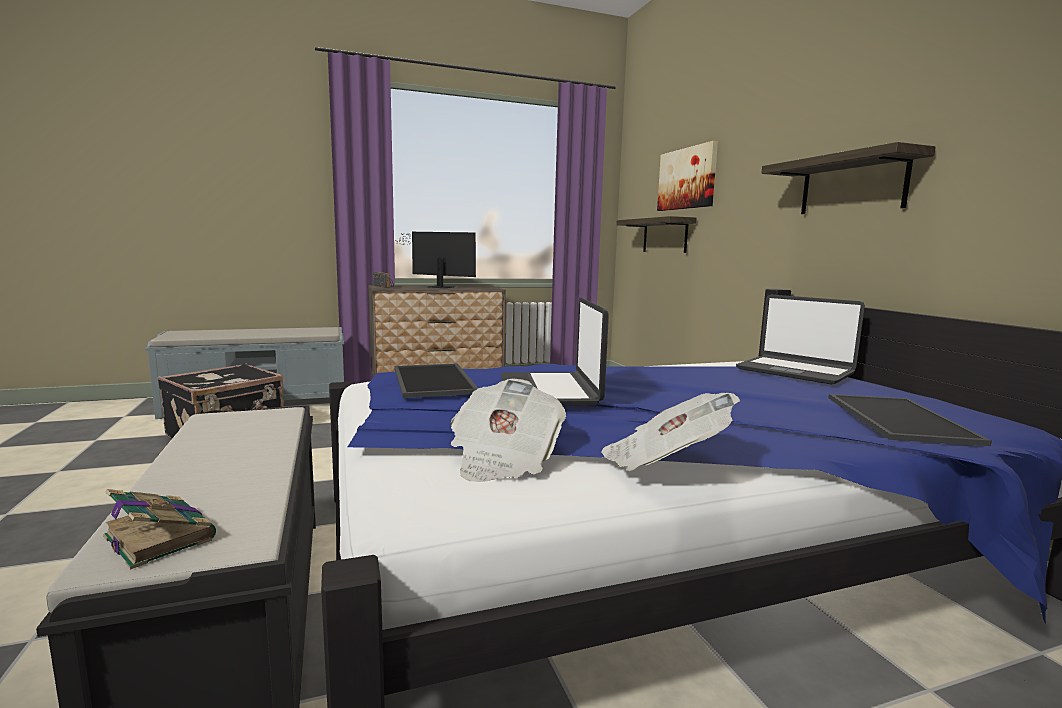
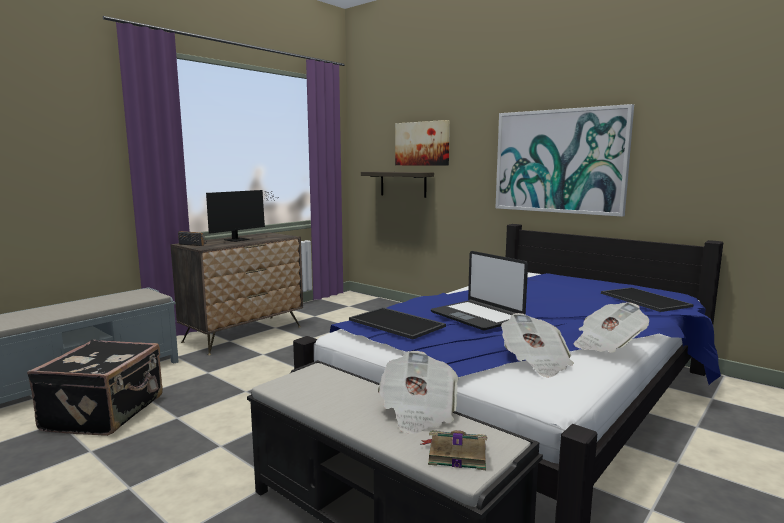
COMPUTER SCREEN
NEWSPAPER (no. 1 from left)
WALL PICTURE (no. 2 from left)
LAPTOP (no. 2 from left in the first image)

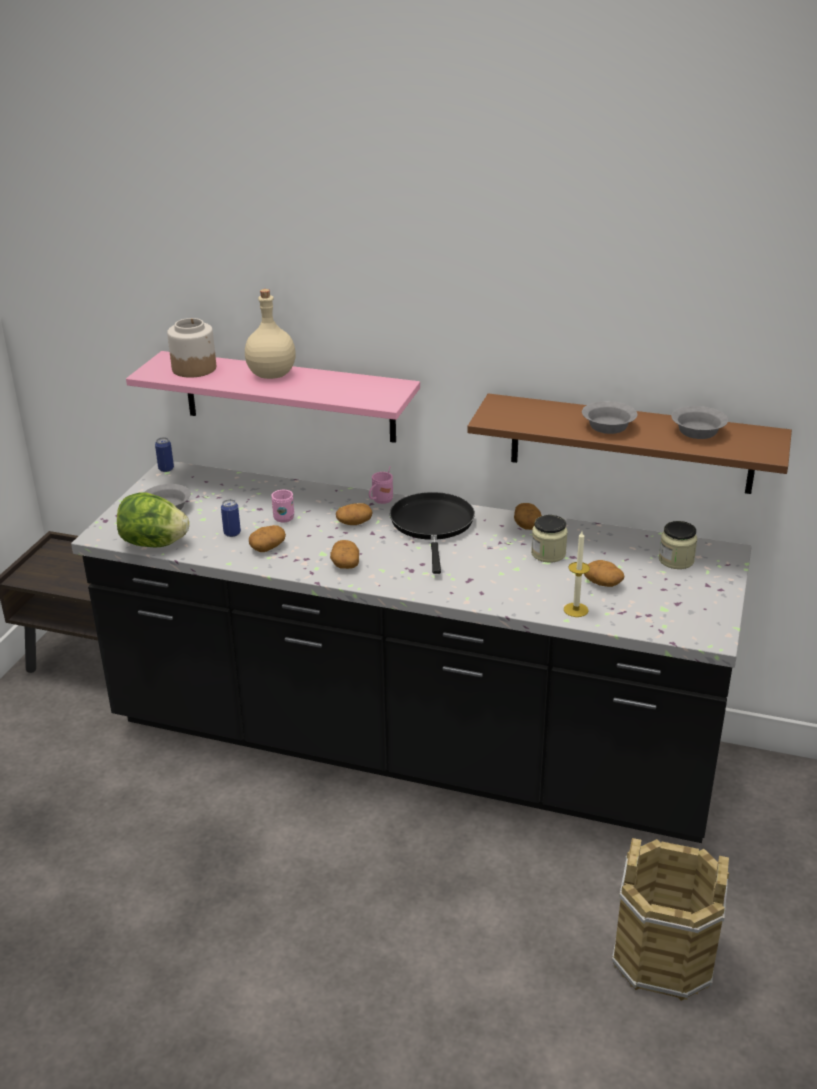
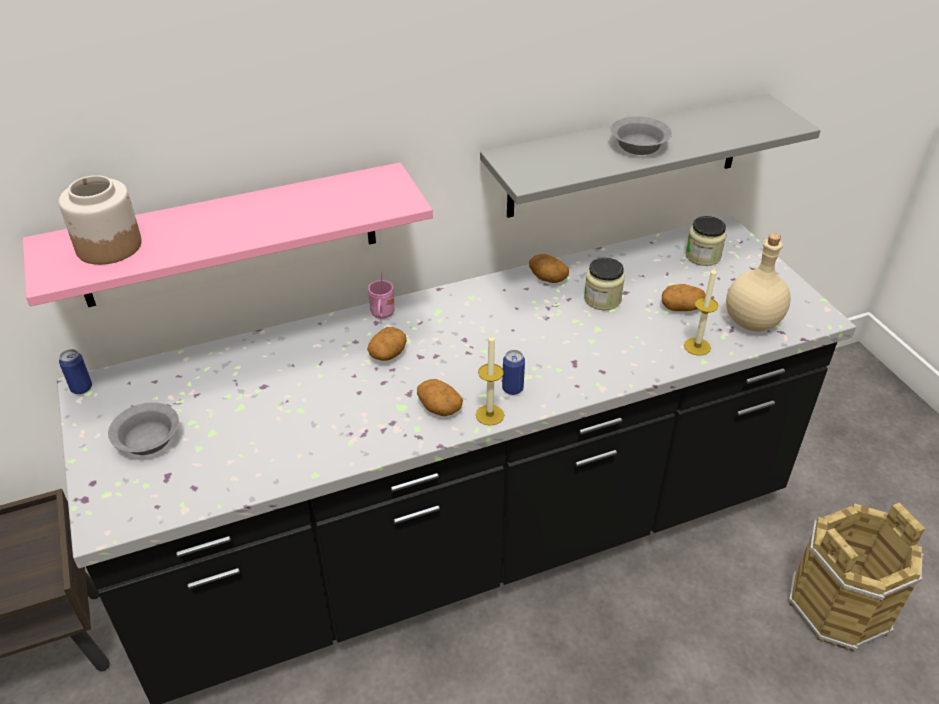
WAX LIGHT (no. 1 from left)
GRAY BRACKET SHELF
CAN (no. 2 from left)
SAND-COLOURED BEVERAGE BOTTLE
LETTUCE HEAD
POTATO (no. 1 from left in the first image)
PINKISH TEA MUG (no. 1 from left in the first image)
BLACK FRYING PAN
GRAY DEEP DISH (no. 3 from left in the first image)

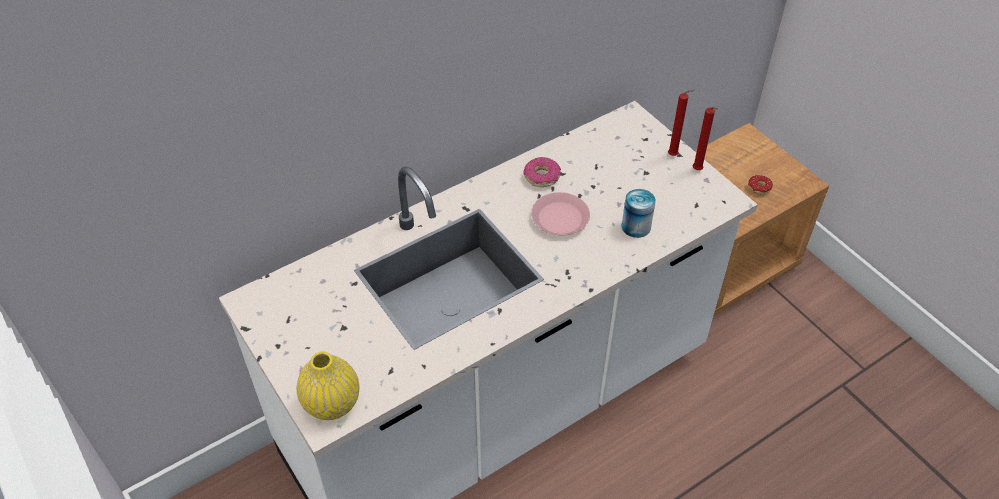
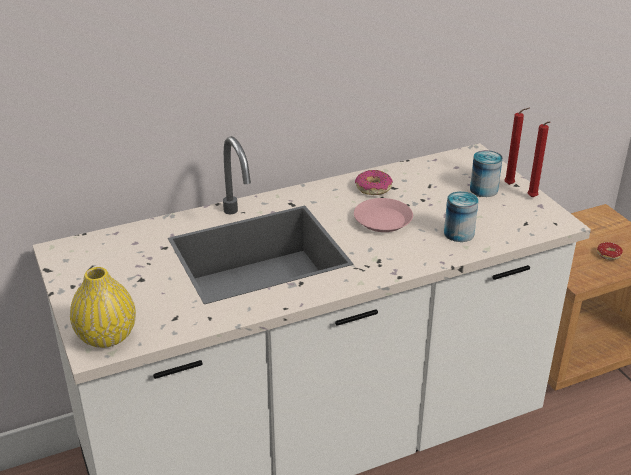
CAN (no. 2 from left)

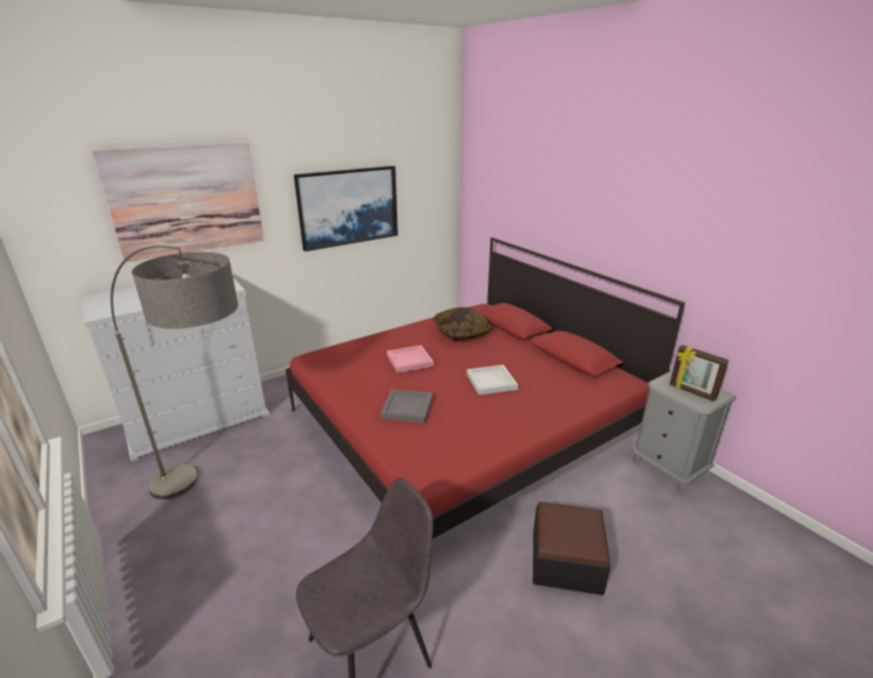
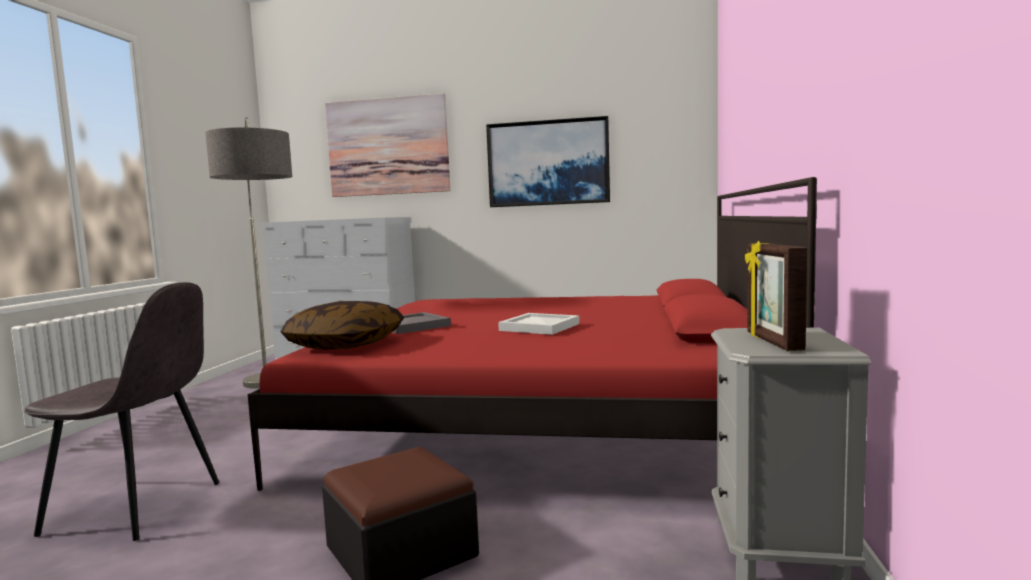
PILLOW
PINKISH SERVING TRAY

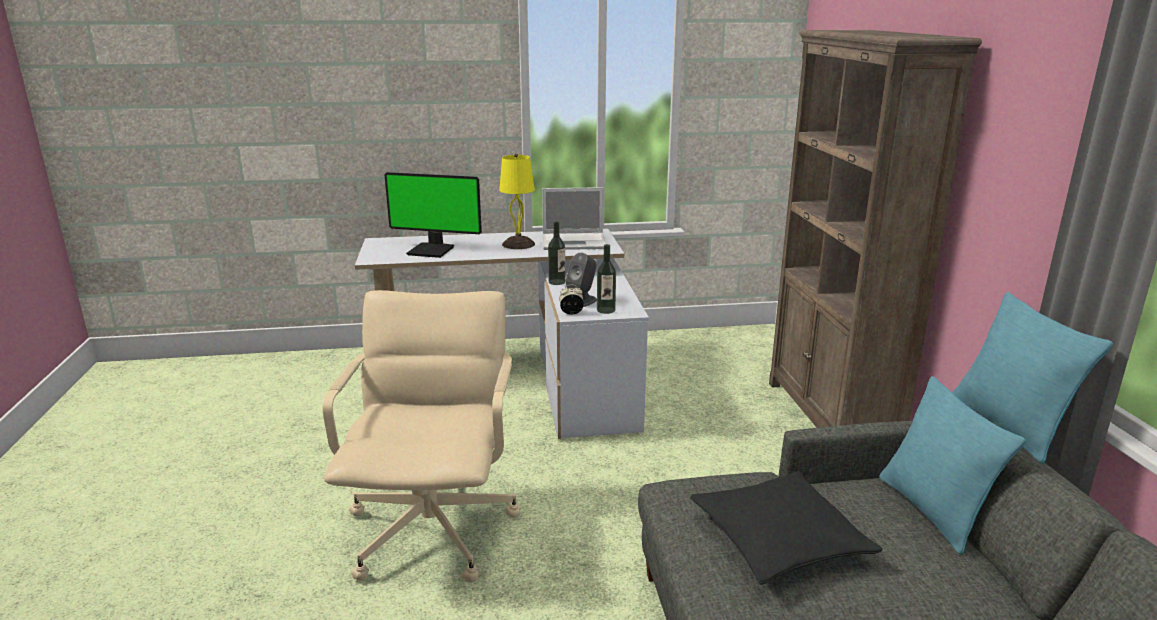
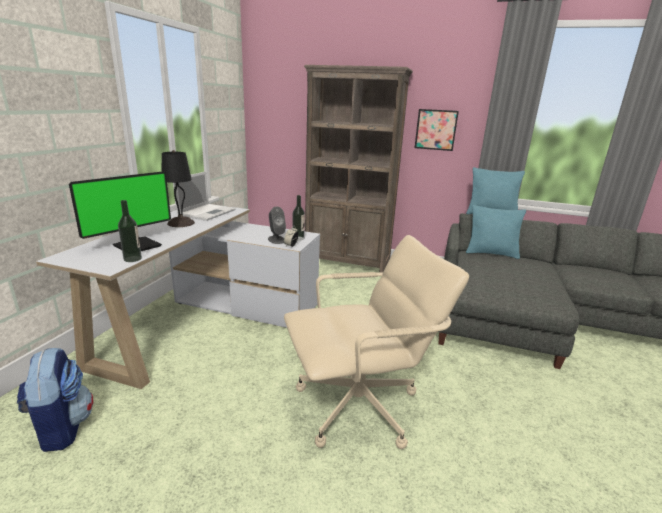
RUCKSACK
BEVERAGE BOTTLE (no. 1 from left)
BLACK LAMP FOR A TABLE
SAND-COLOURED DESK CHAIR
WALL PICTURE
BLACK PILLOW

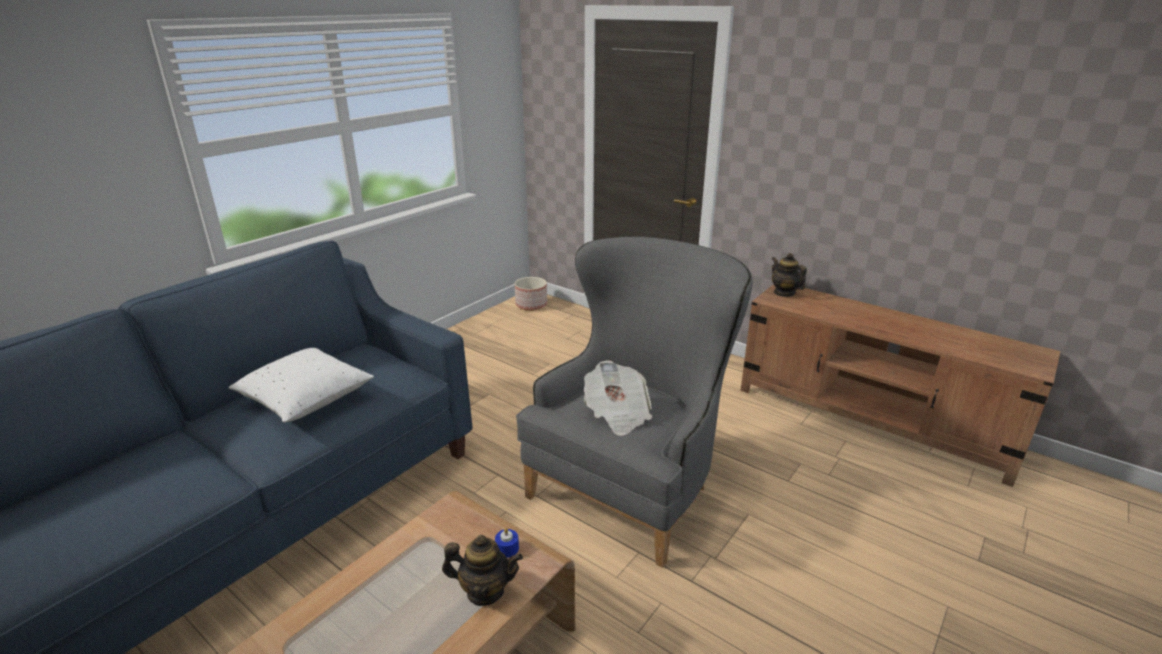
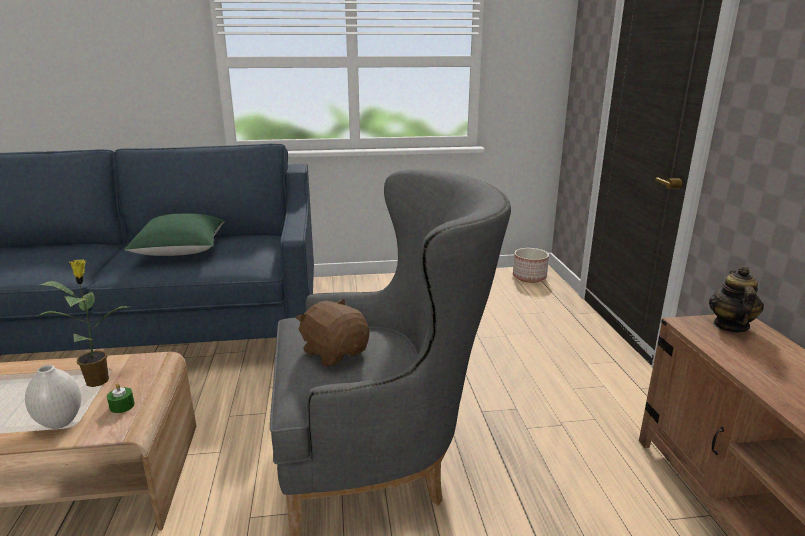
WHITE-COLOURED DECORATIVE VASE
POTTED PLANT
GREEN-COLOURED WAX LIGHT
GREEN-COLOURED PILLOW
BROWN-COLOURED CUDDLY TOY

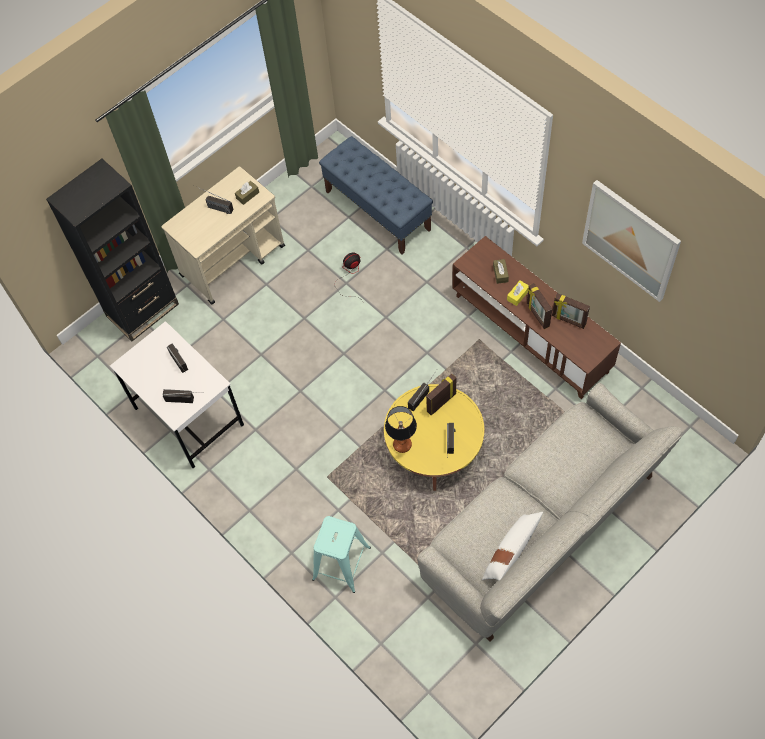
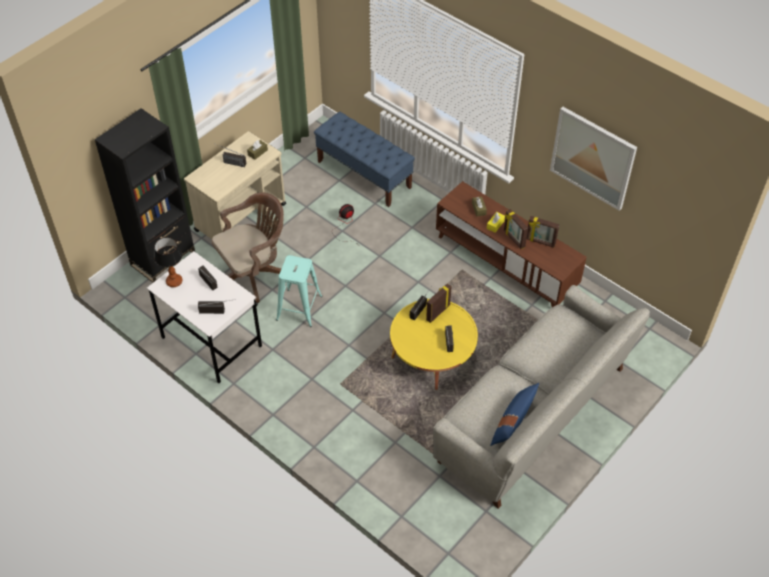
LAMP FOR A TABLE
BROWN-COLOURED DESK CHAIR
TURQUOISE-COLOURED SITTING STOOL
BLUE-COLOURED PILLOW

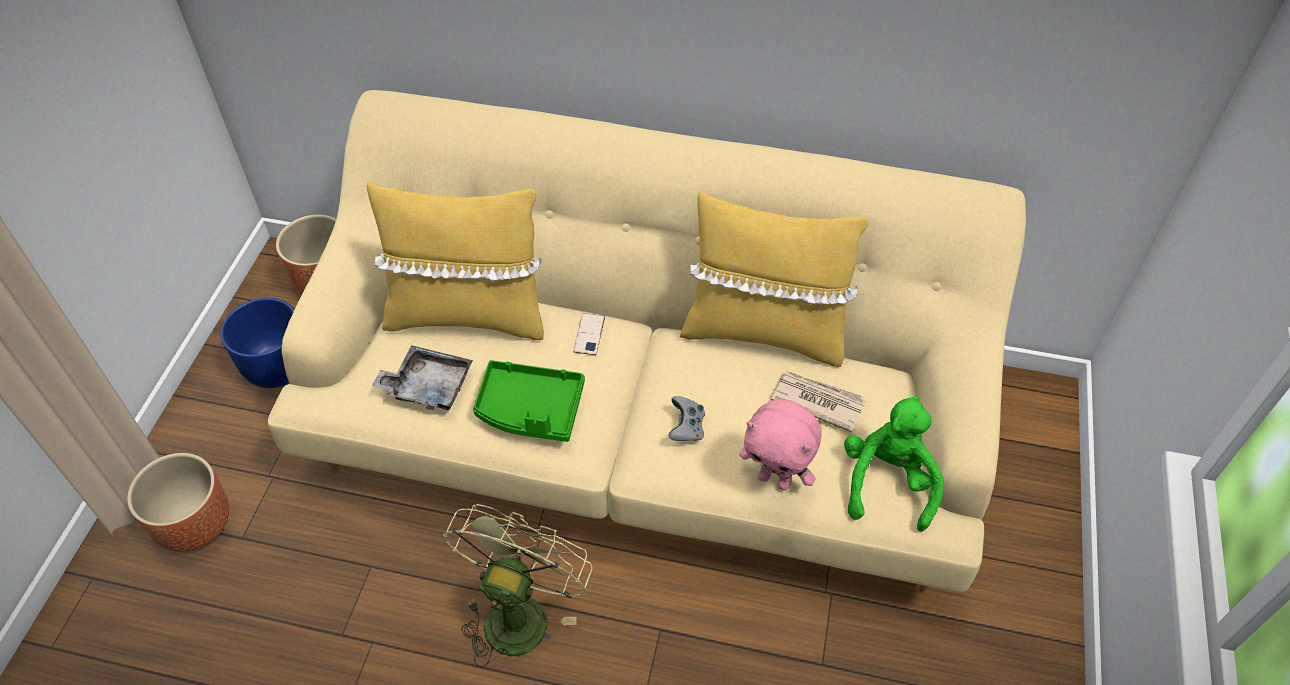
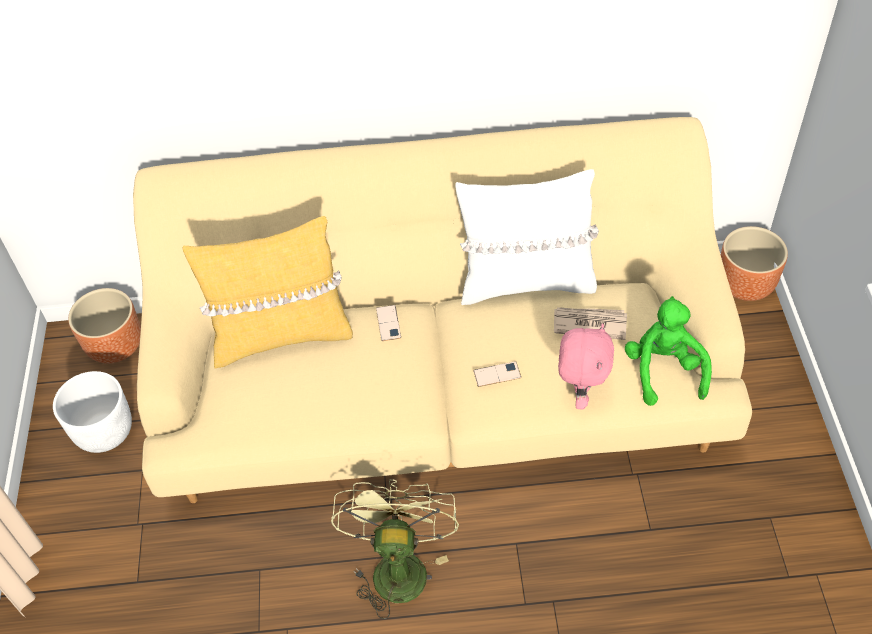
WHITE-COLOURED FLOWER POT
WHITE-COLOURED PILLOW
HANDSET (no. 2 from left)
PINKISH CUDDLY TOY
BROWN-COLOURED FLOWER POT (no. 2 from left)
GRAY SERVING TRAY
GREEN-COLOURED SERVING TRAY

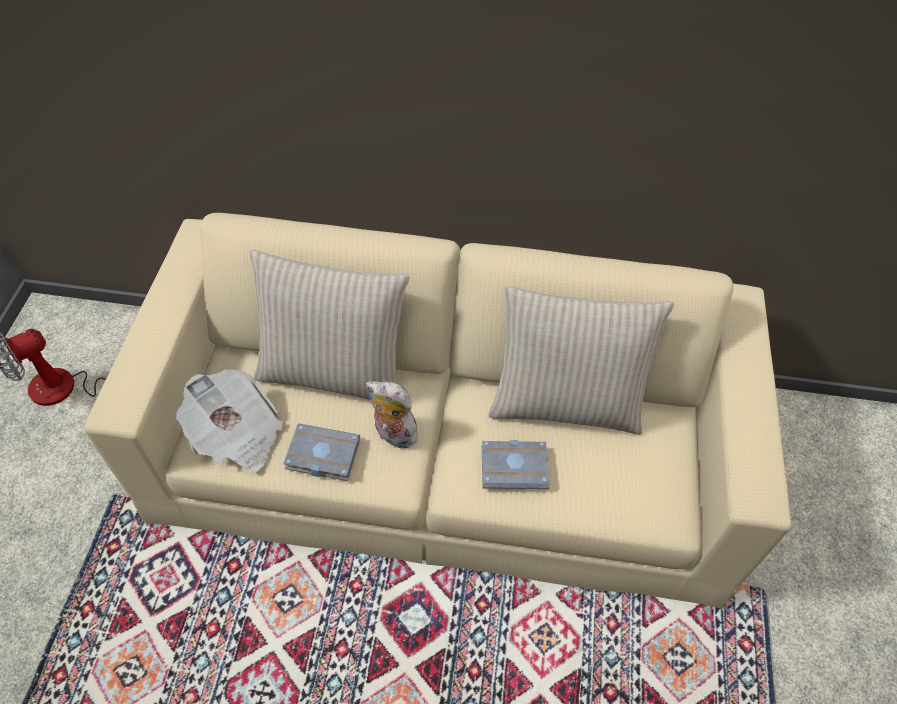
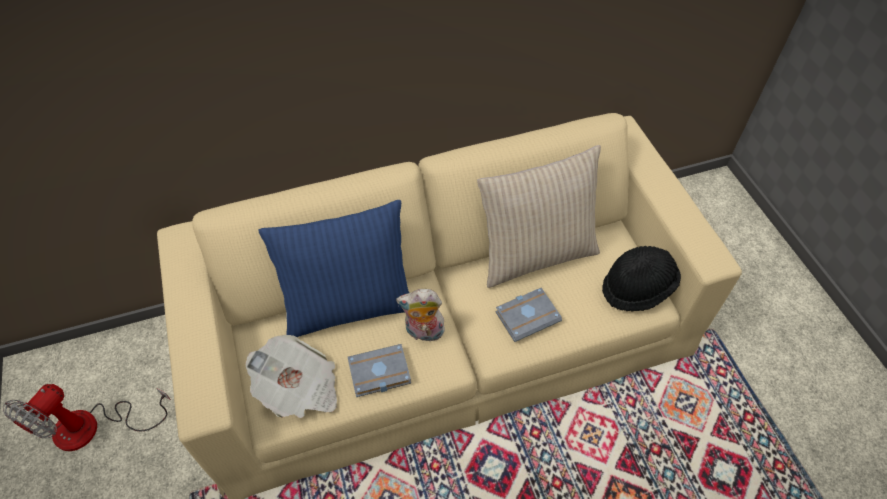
BLUE-COLOURED PILLOW
BLACK HAT

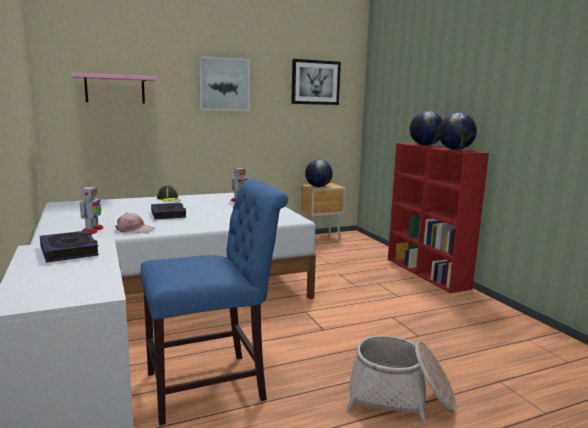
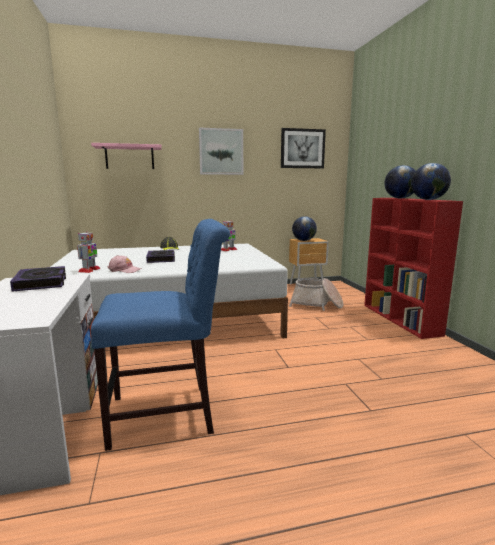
HOUSEHOLD BASKET

